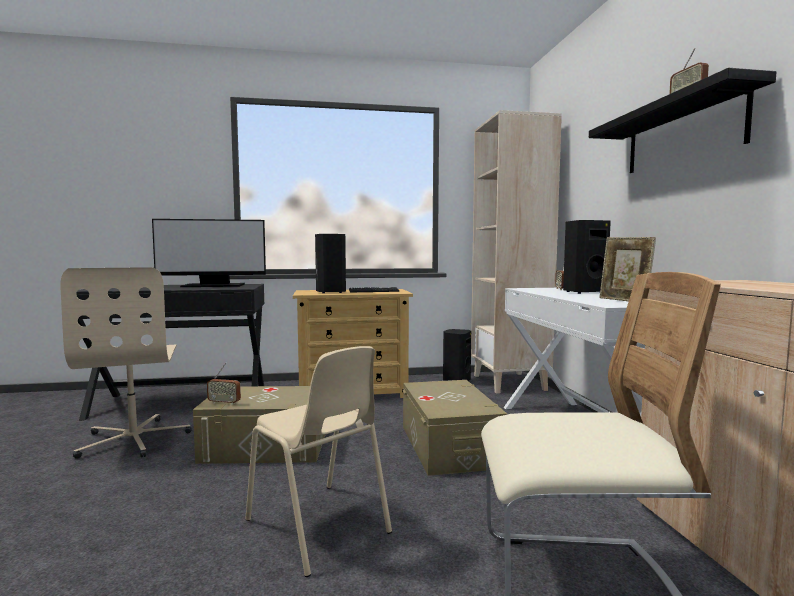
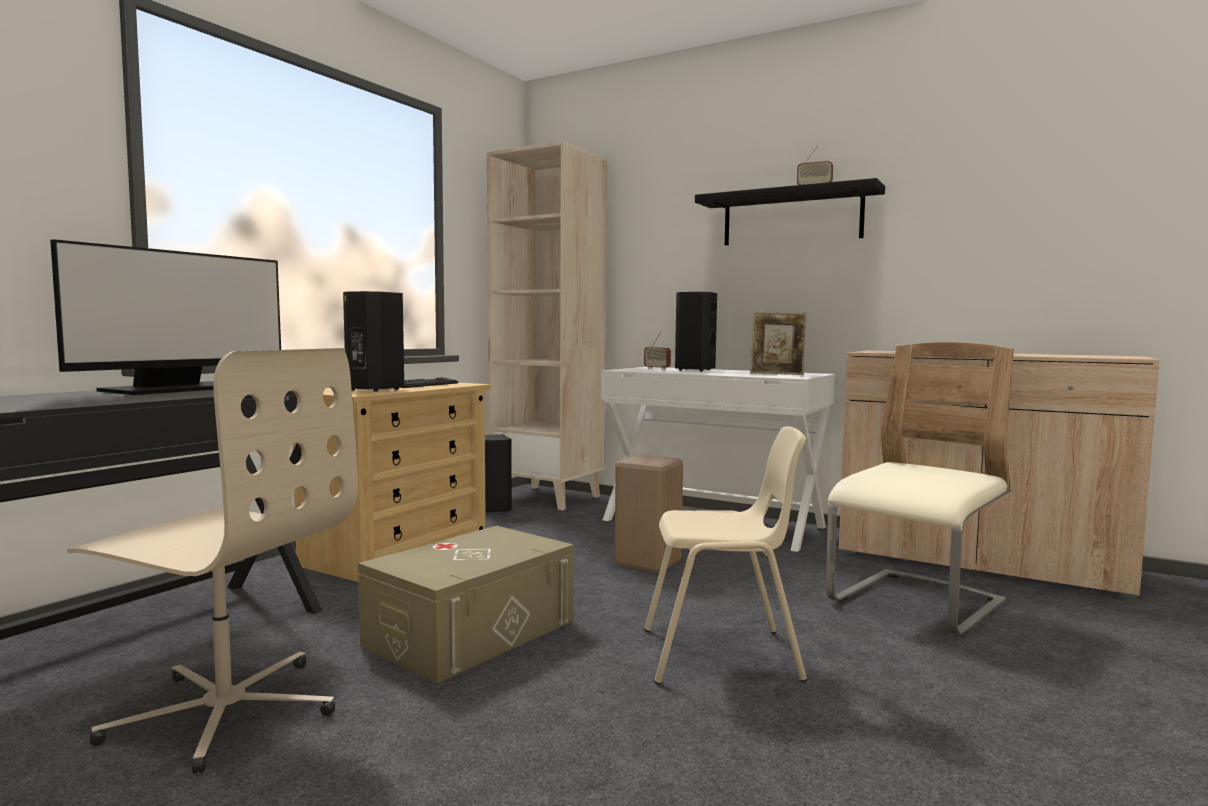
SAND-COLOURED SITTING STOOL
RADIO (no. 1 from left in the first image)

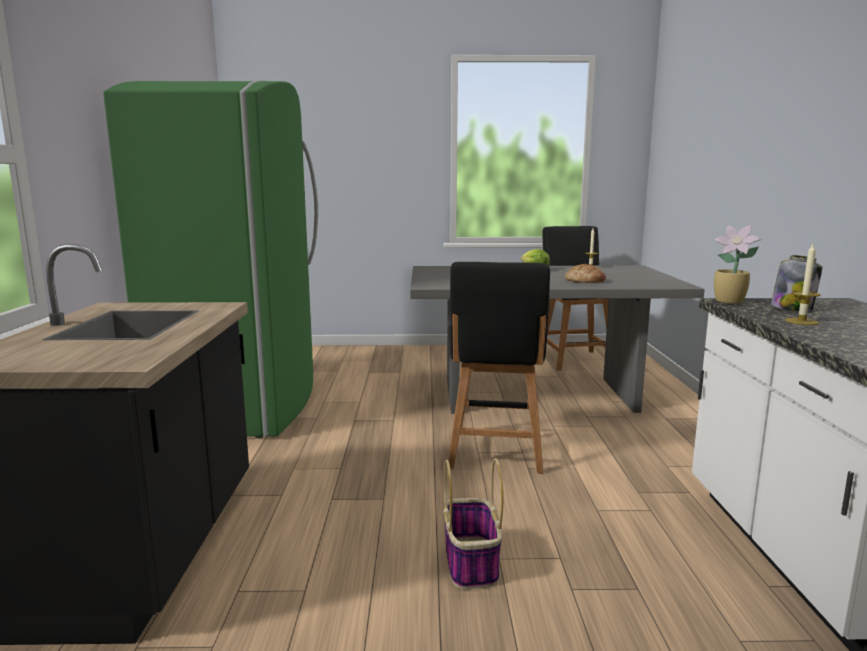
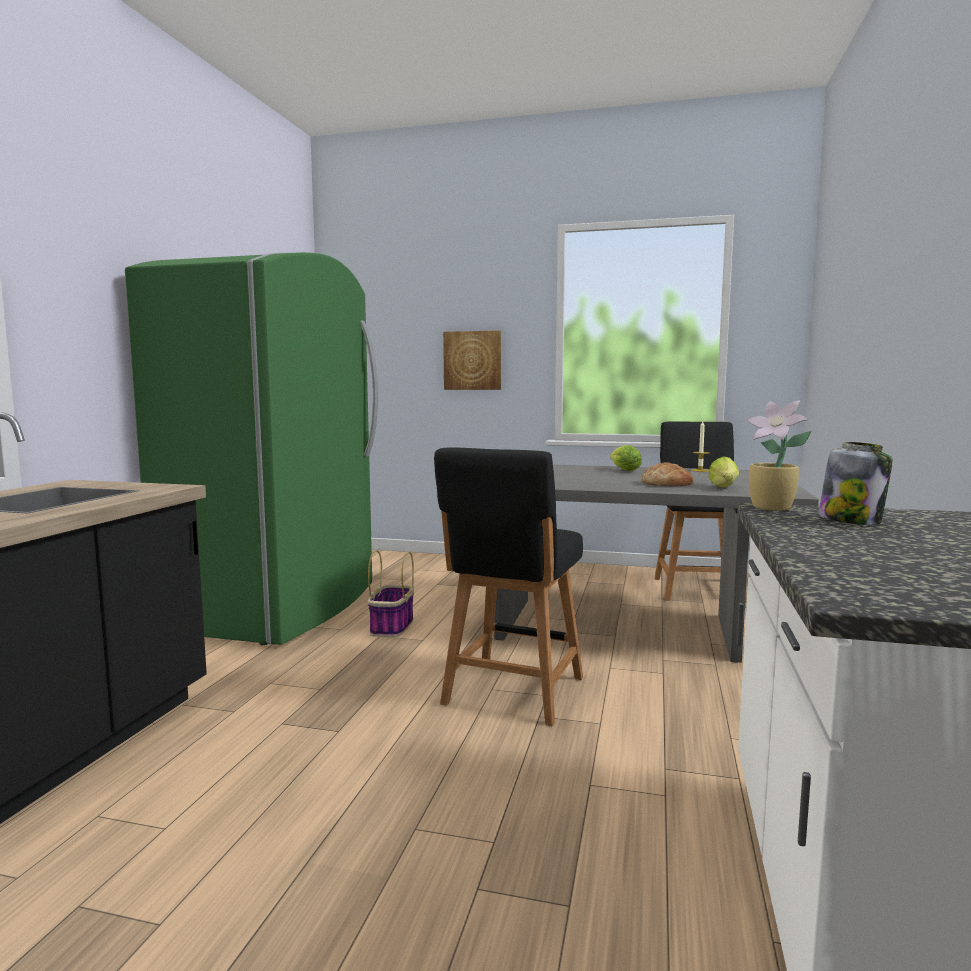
HOUSEHOLD BASKET
WALL PICTURE
LETTUCE HEAD (no. 2 from left)
WAX LIGHT (no. 2 from left in the first image)

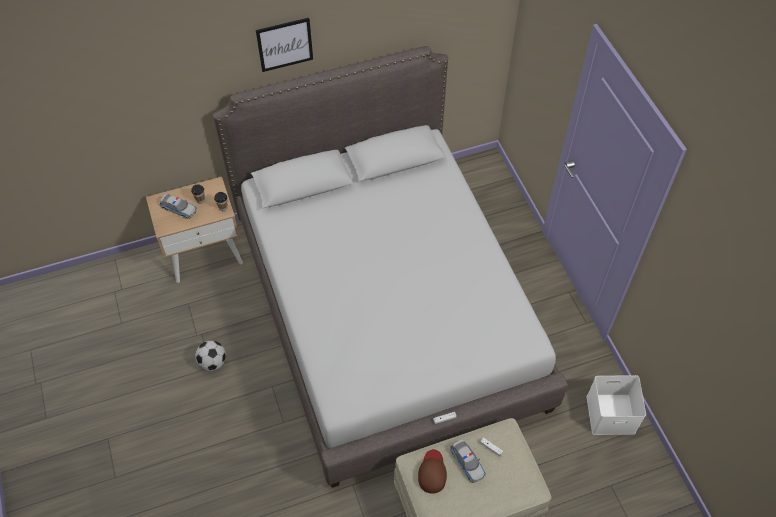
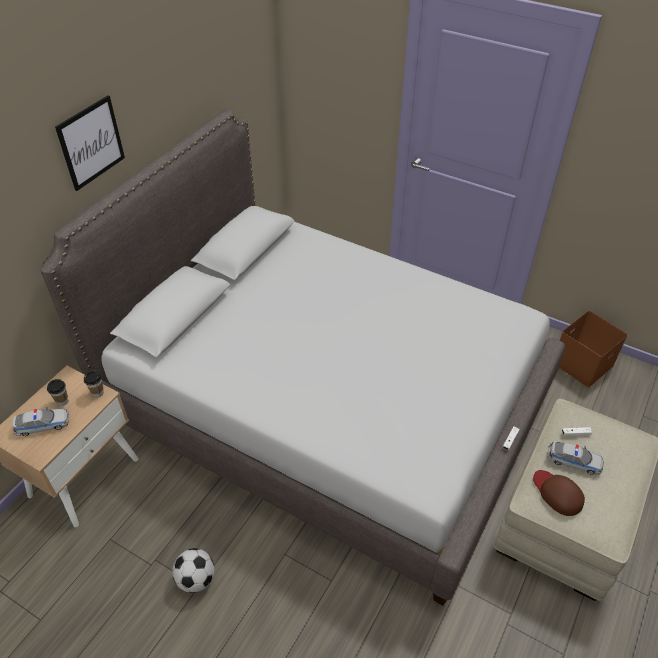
BROWN-COLOURED STORAGE BIN

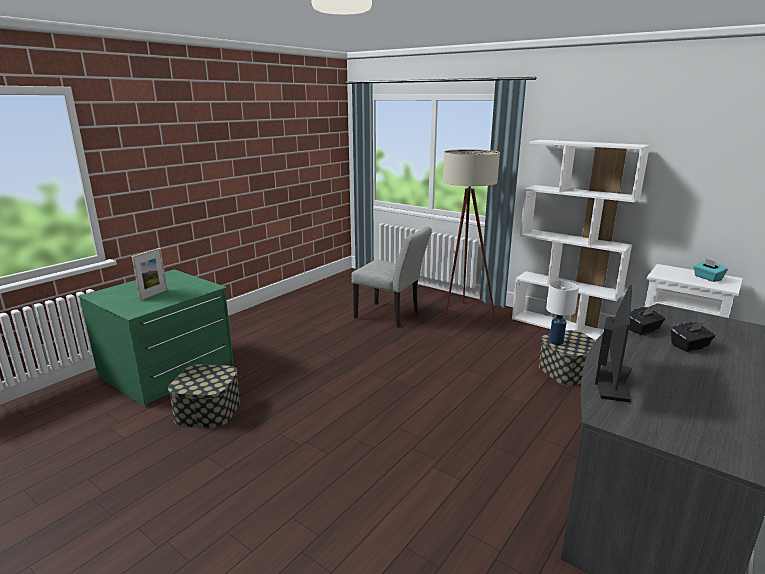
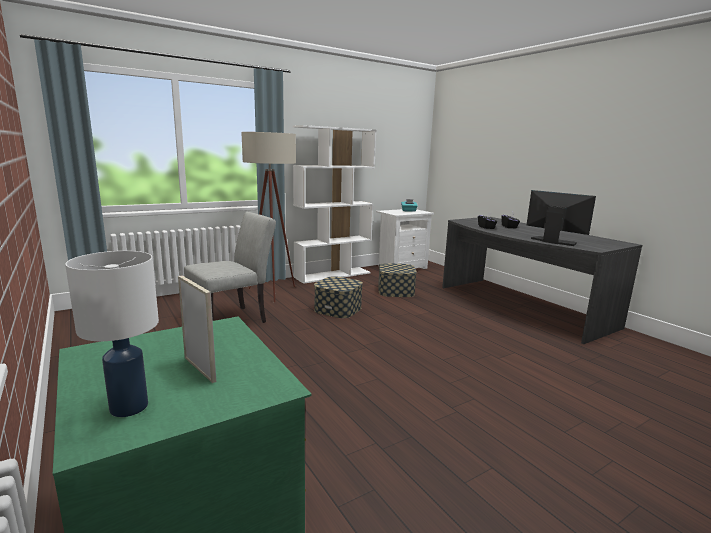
WHITE-COLOURED LAMP FOR A TABLE
STORAGE BIN (no. 1 from left)

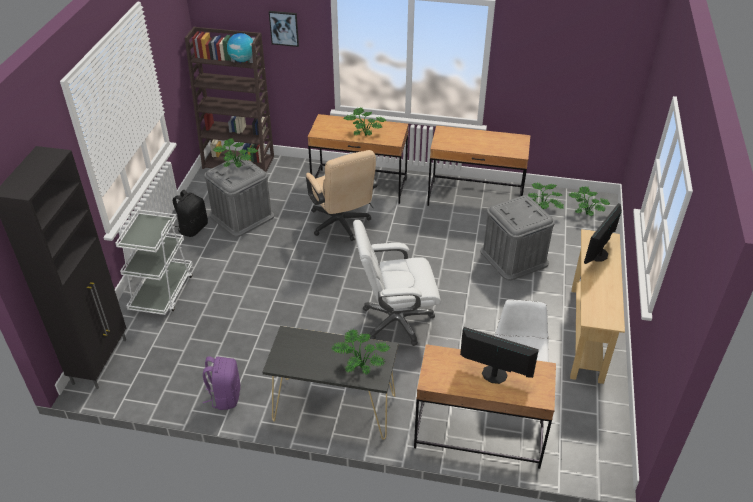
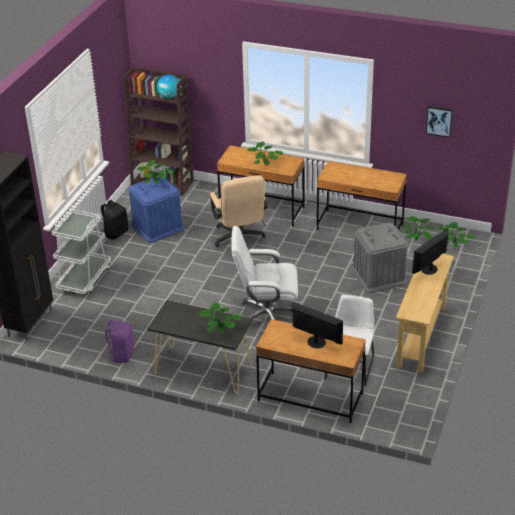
BLUE-COLOURED STORAGE BIN
WALL PICTURE

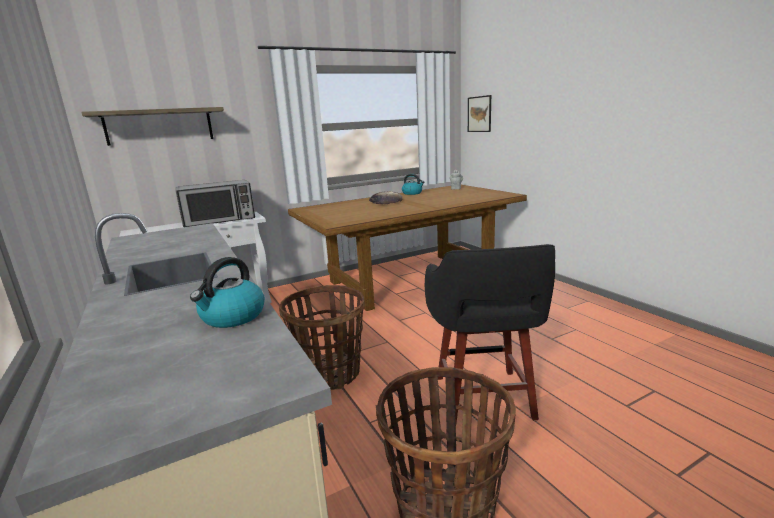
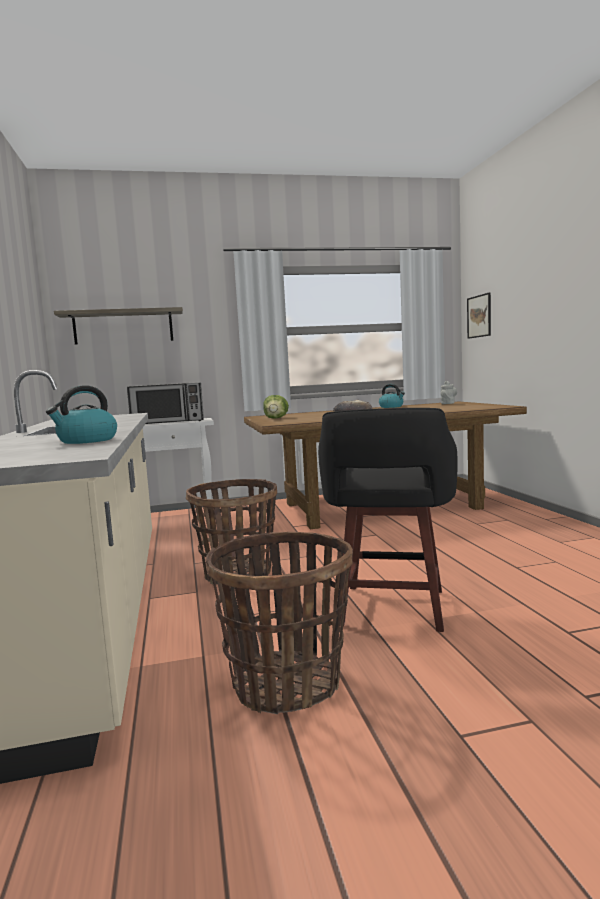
LETTUCE HEAD

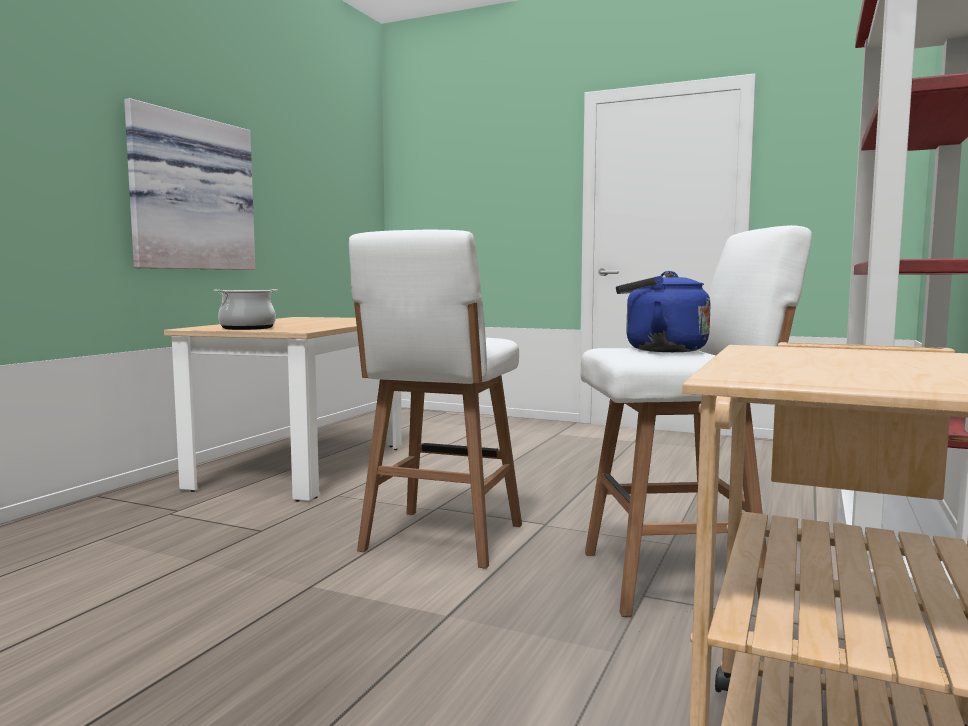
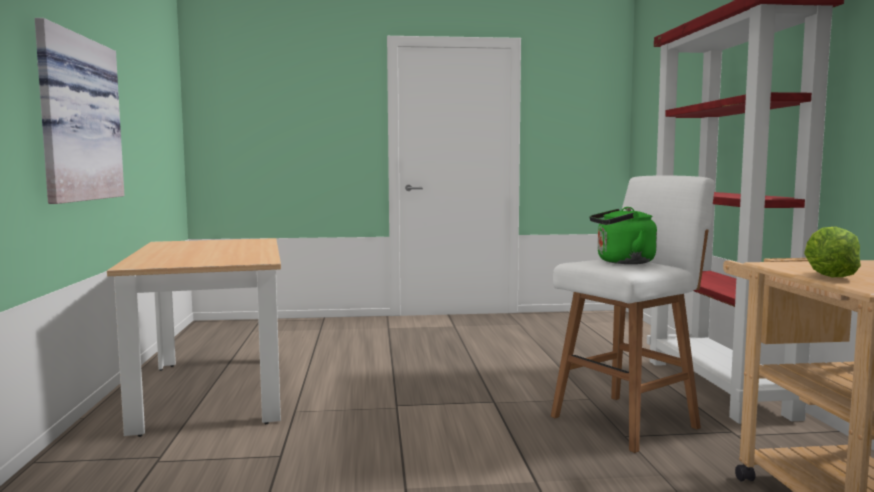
GREEN-COLOURED TEA KETTLE
LETTUCE HEAD
SAUCEPOT
WHITE-COLOURED SITTING STOOL (no. 1 from left in the first image)

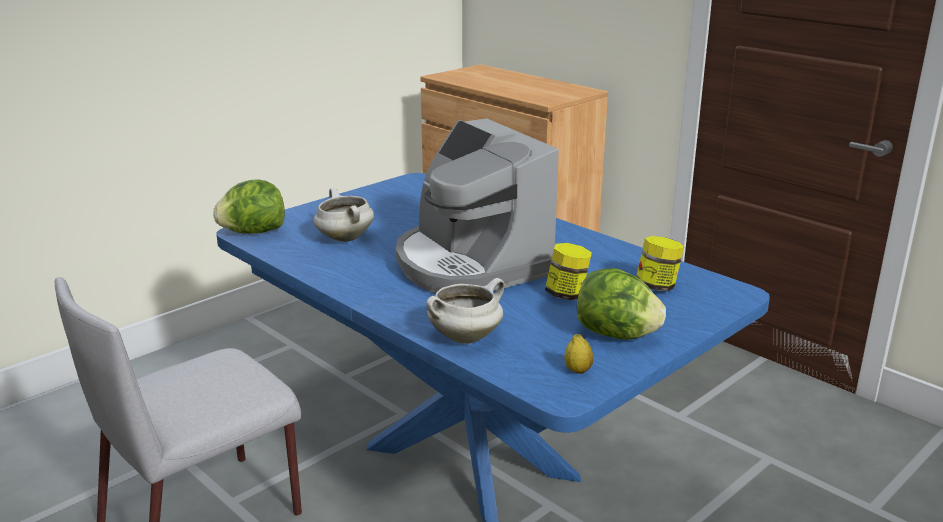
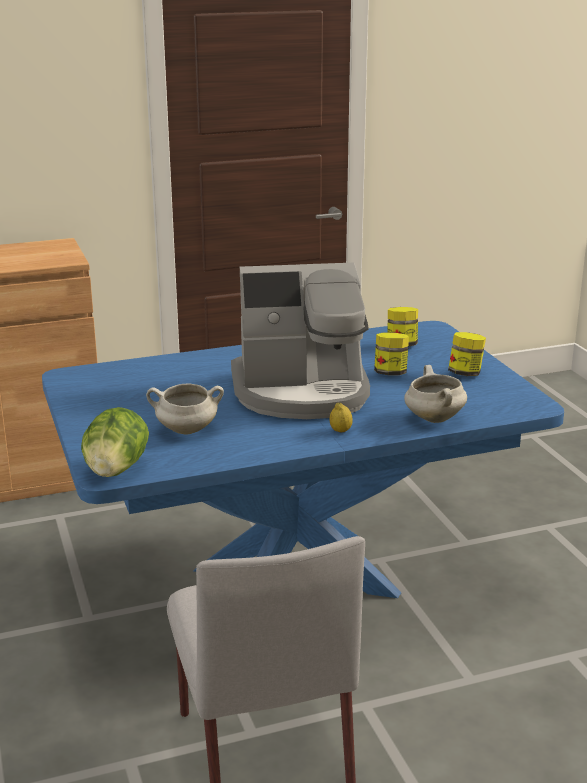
CITRUS FRUIT
PRESERVE JAR (no. 3 from left)

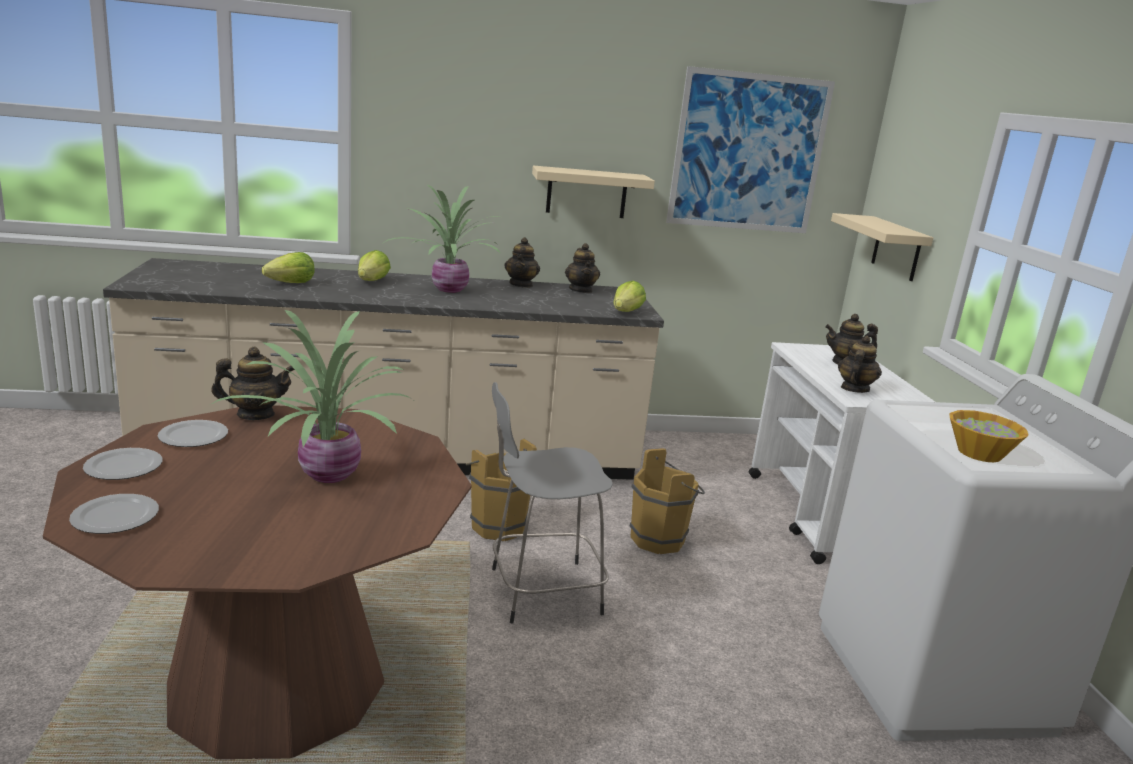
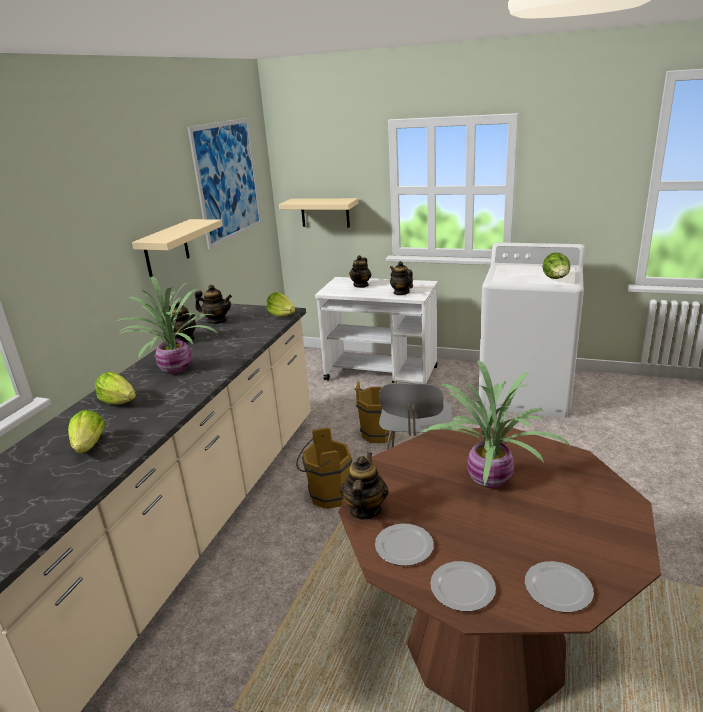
LETTUCE HEAD (no. 4 from left)

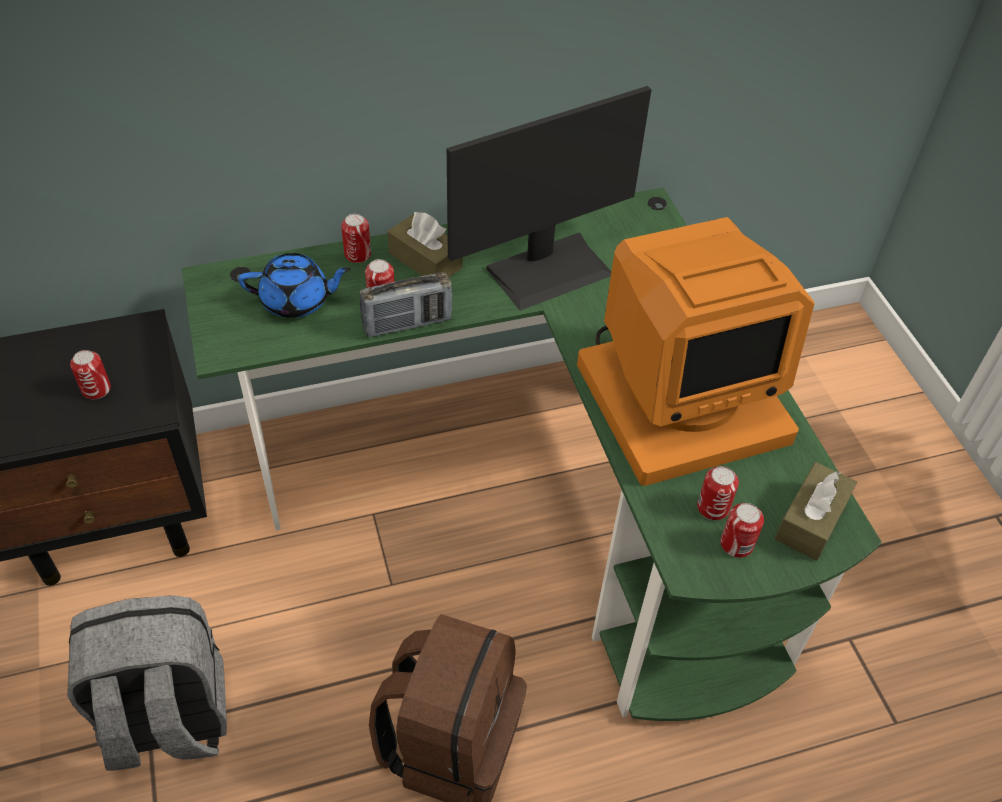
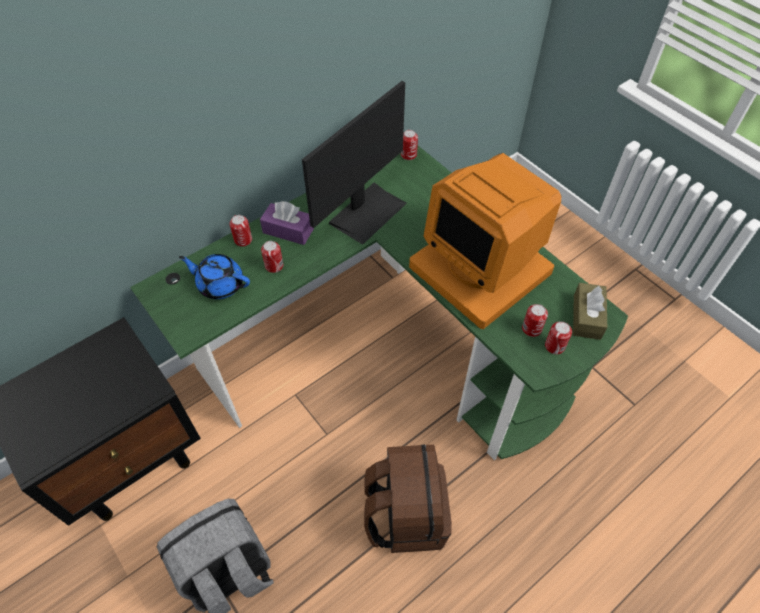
BLUE-COLOURED POT FOR TEA
PURPLE TISSUE HOLDER
CAN (no. 3 from left)
COMPUTER SCREEN (no. 2 from left)
RADIO

